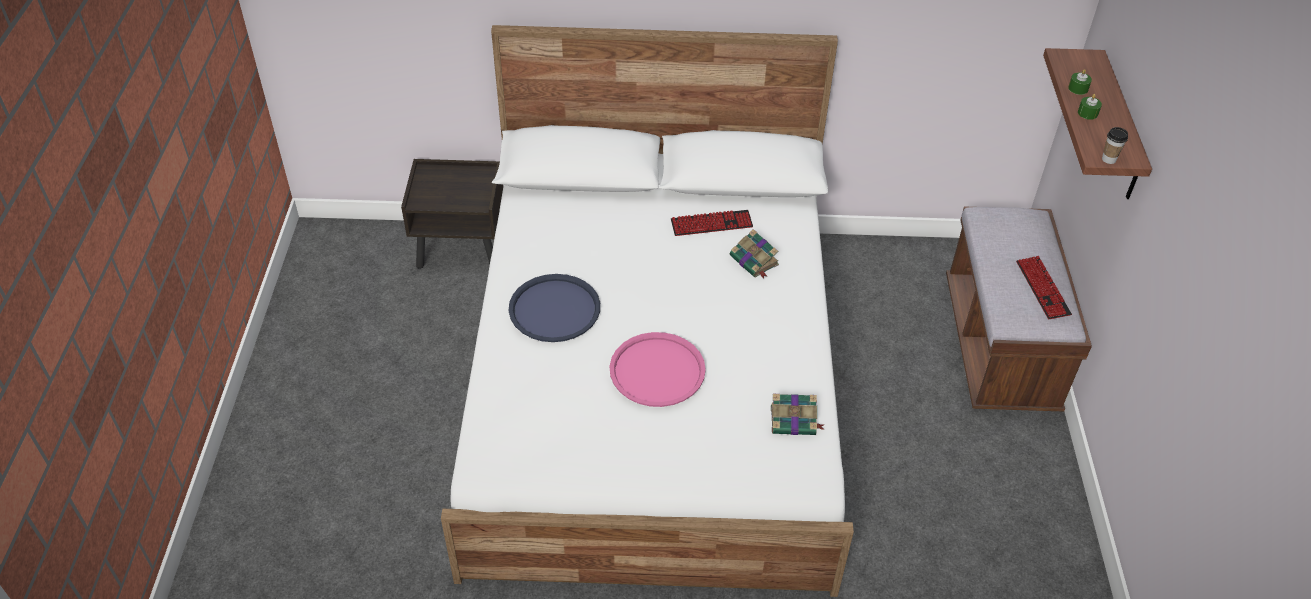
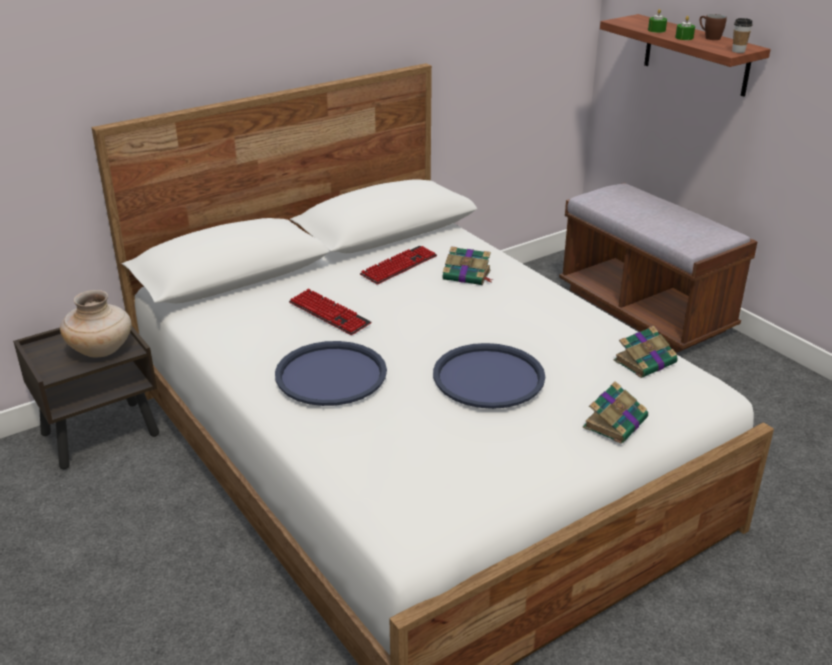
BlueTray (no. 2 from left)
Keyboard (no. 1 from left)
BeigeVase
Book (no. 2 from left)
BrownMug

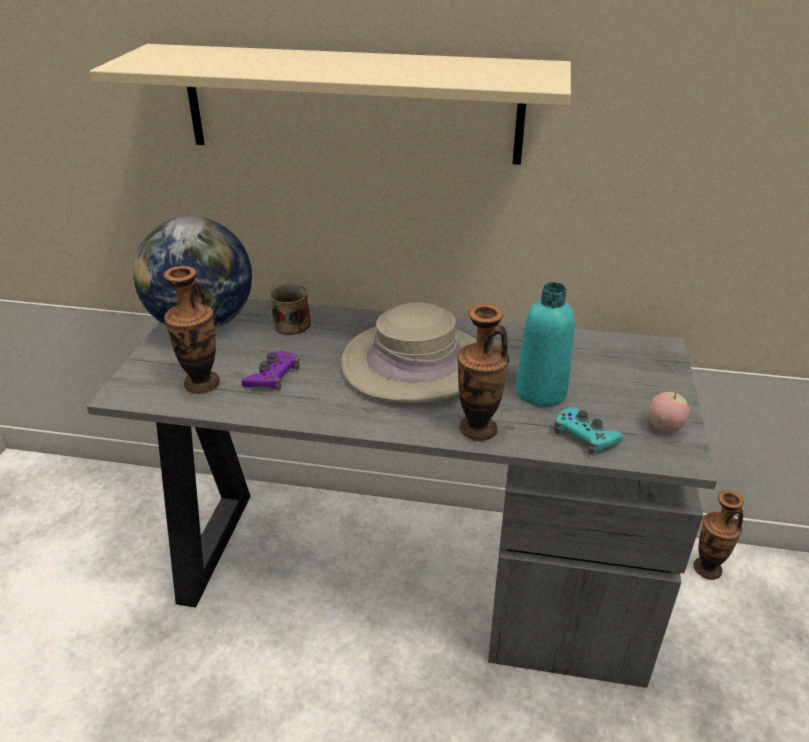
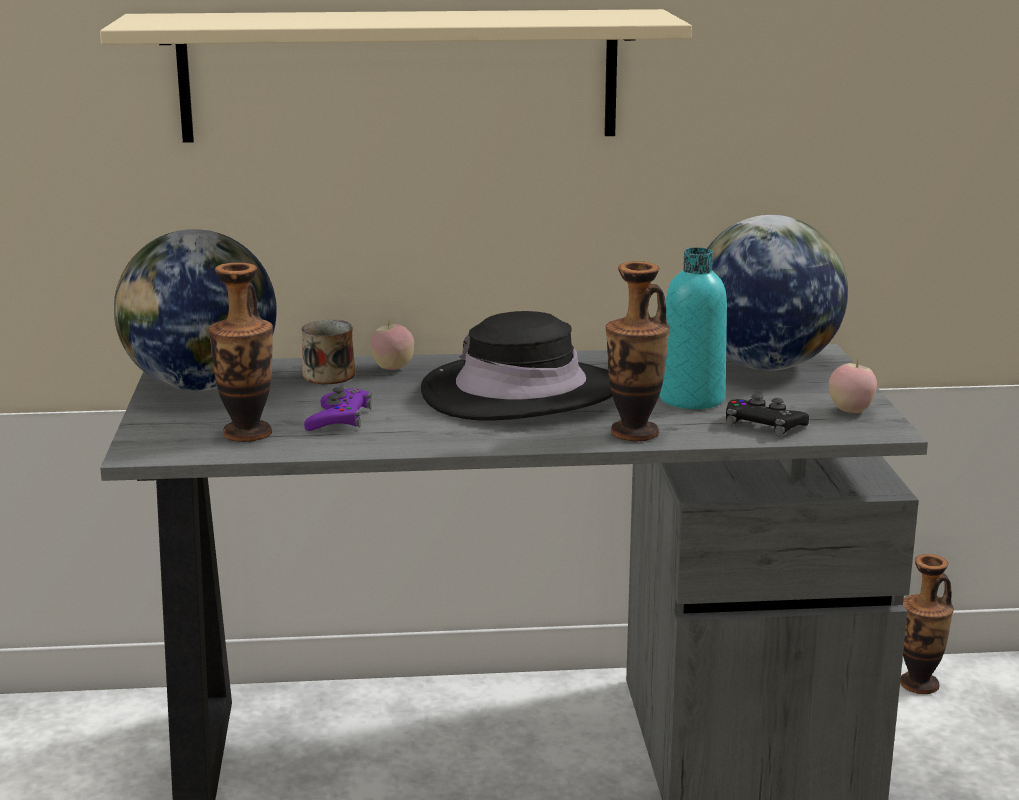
BlackHat
BlackGameController
Apple (no. 1 from left)
Globe (no. 2 from left)

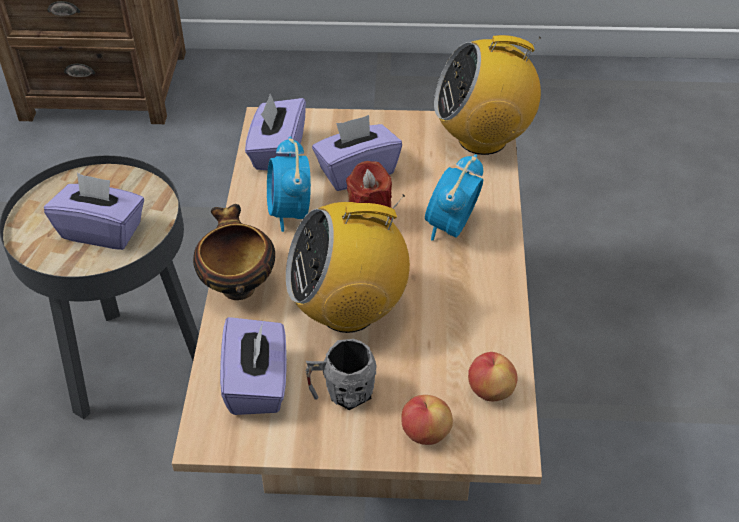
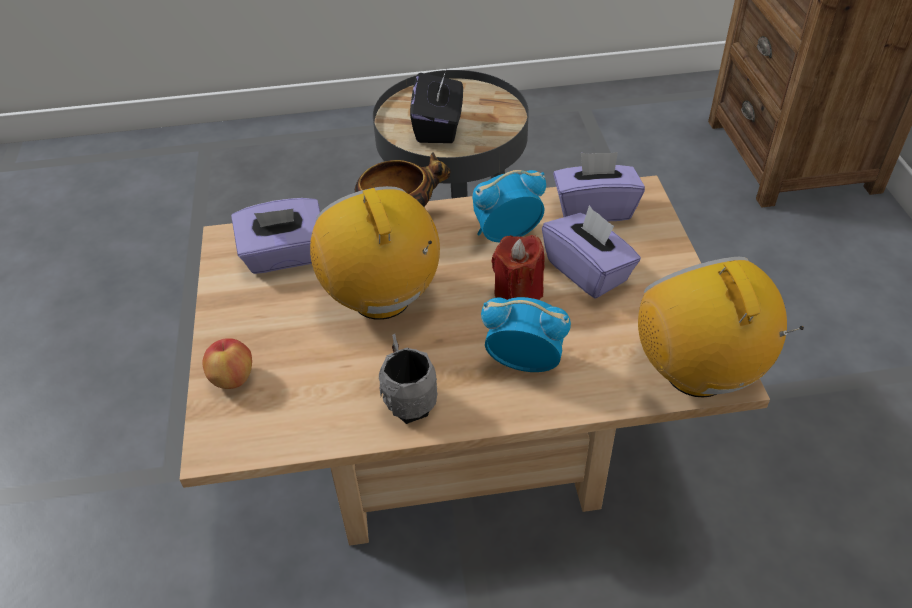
BlackTissueBox
GreyMug
Apple (no. 2 from left in the first image)

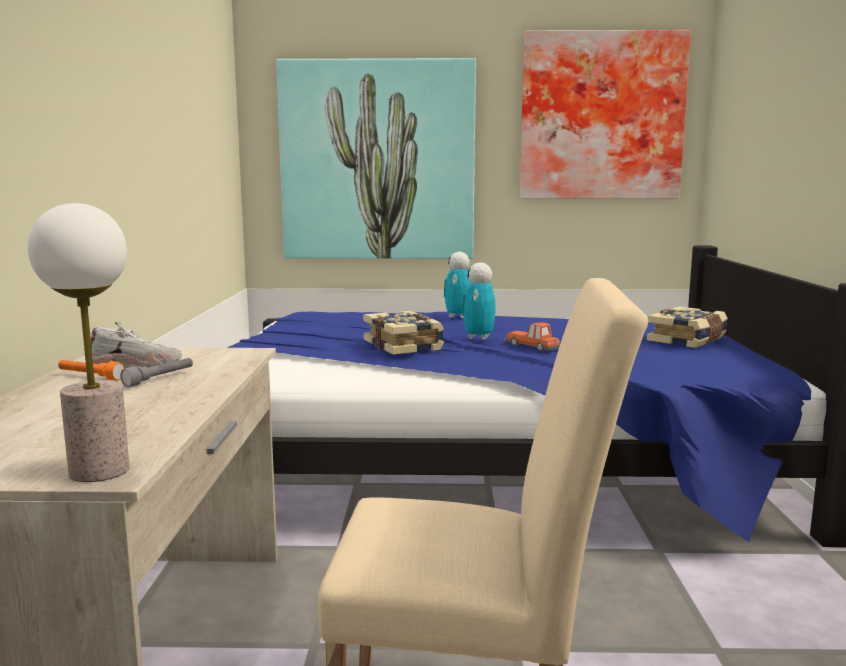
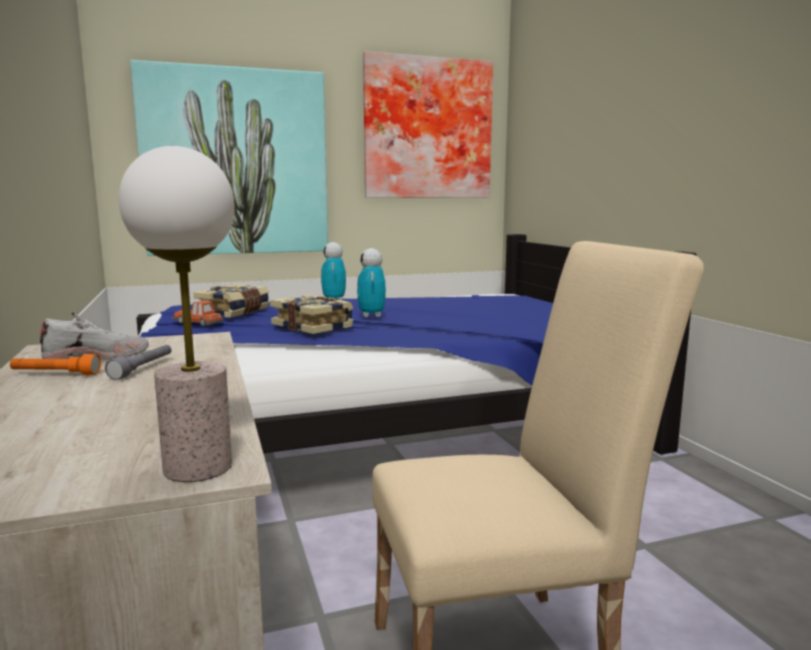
ToyCar
Book (no. 1 from left)

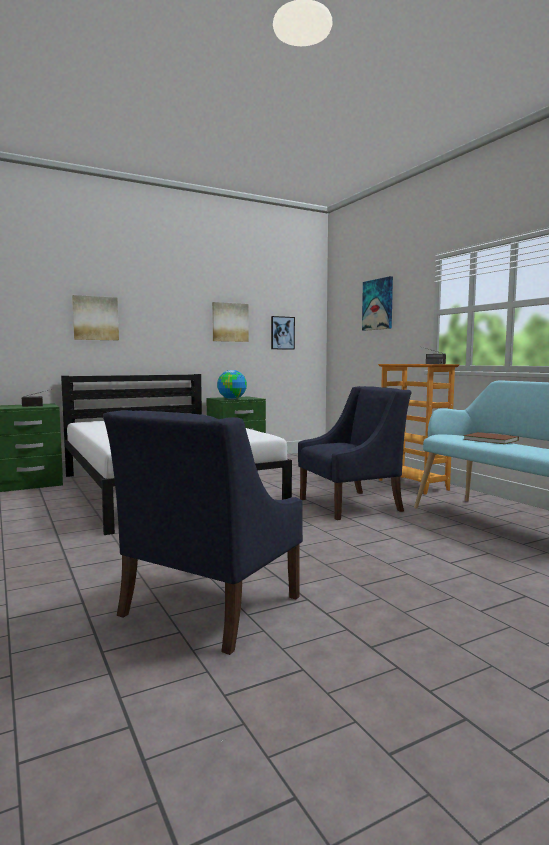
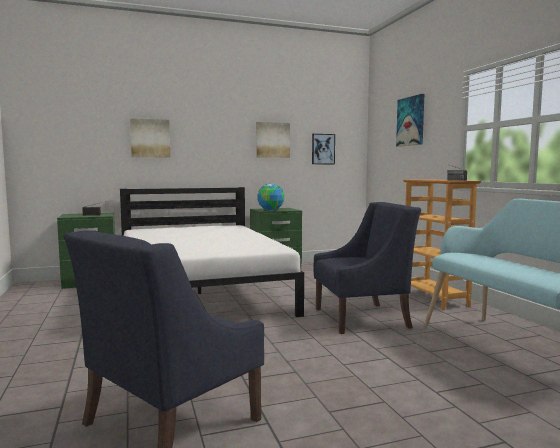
BrownBook

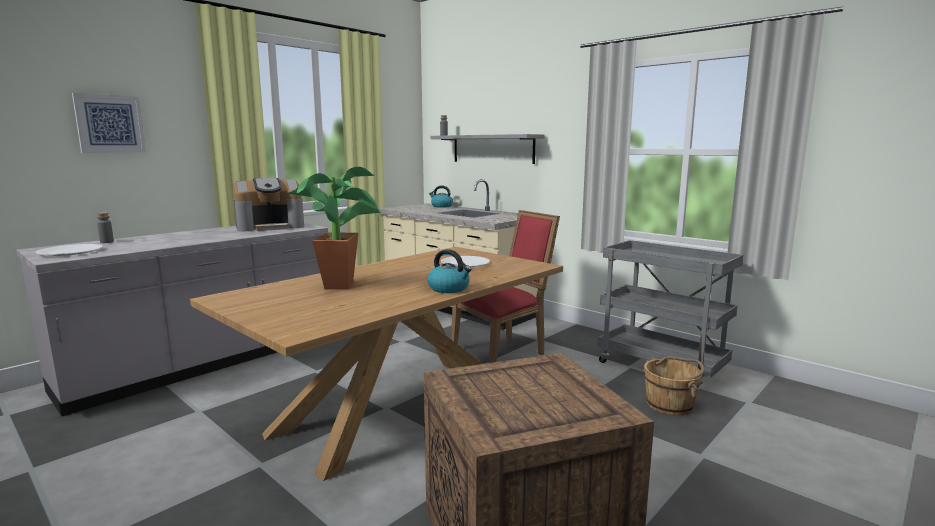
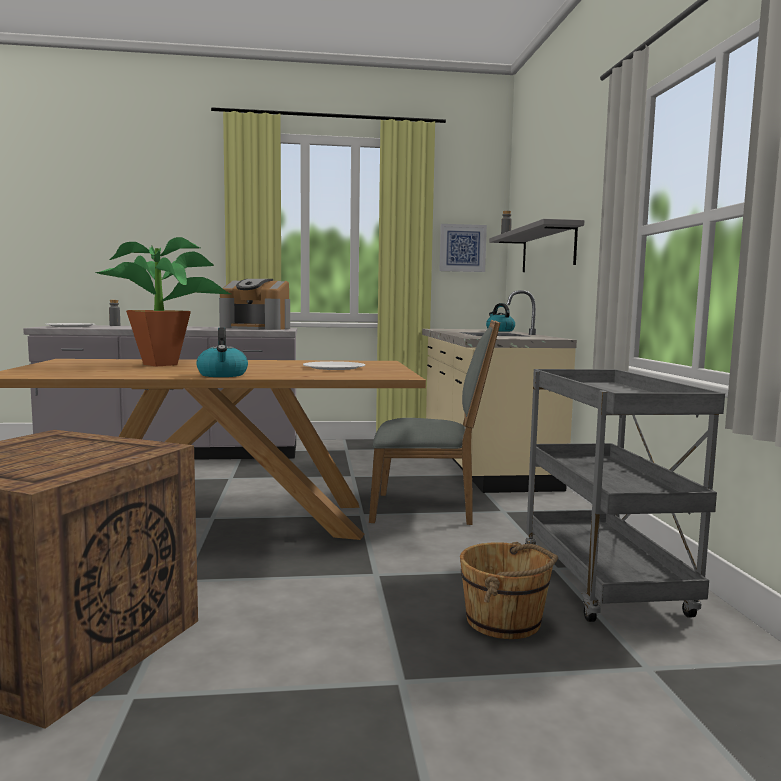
Picture
GreyChair

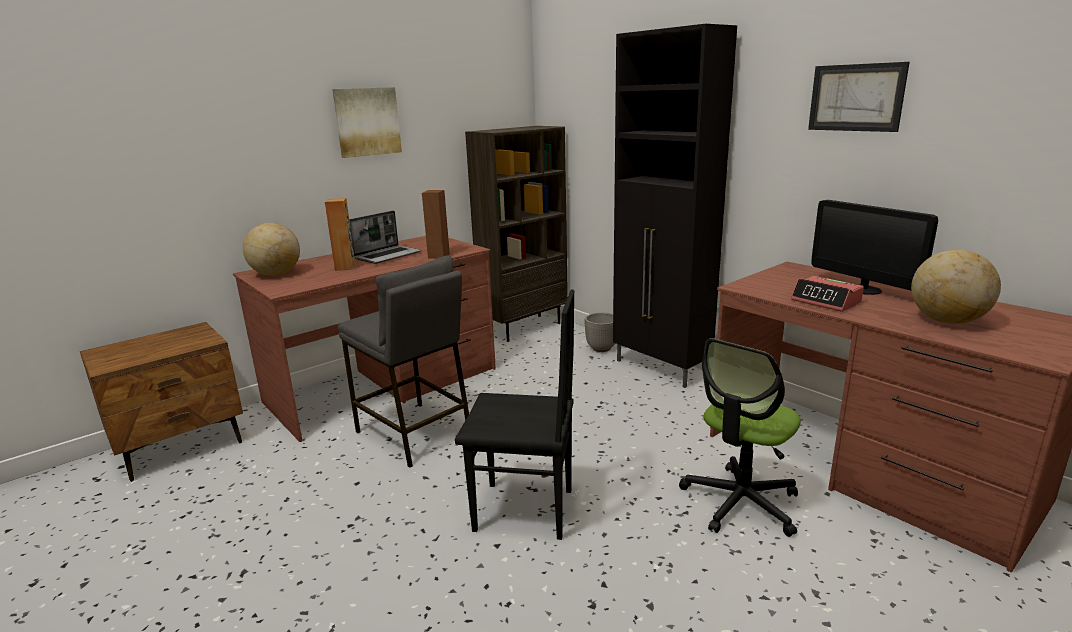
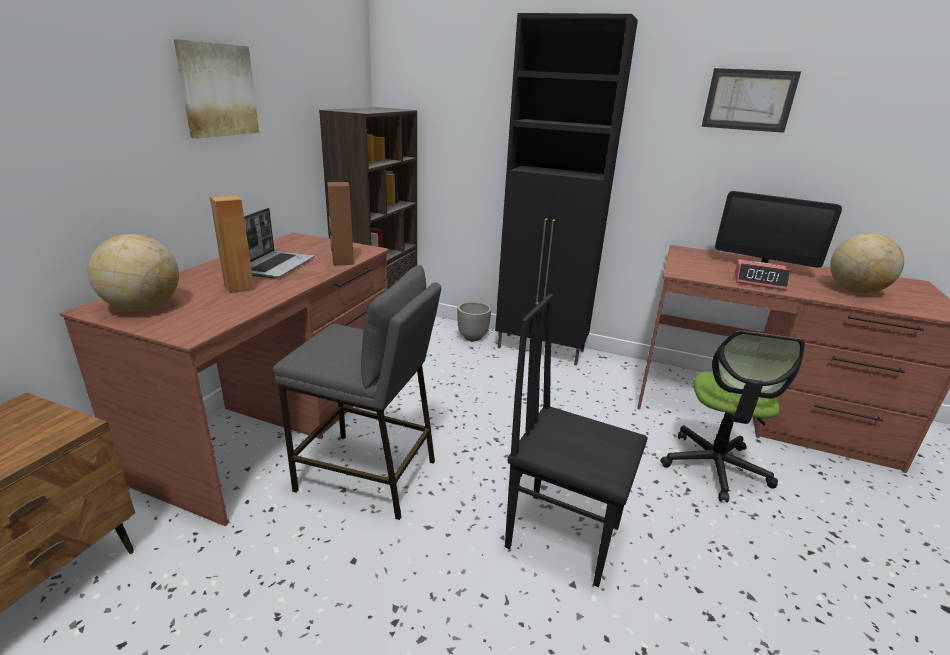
BlackChair

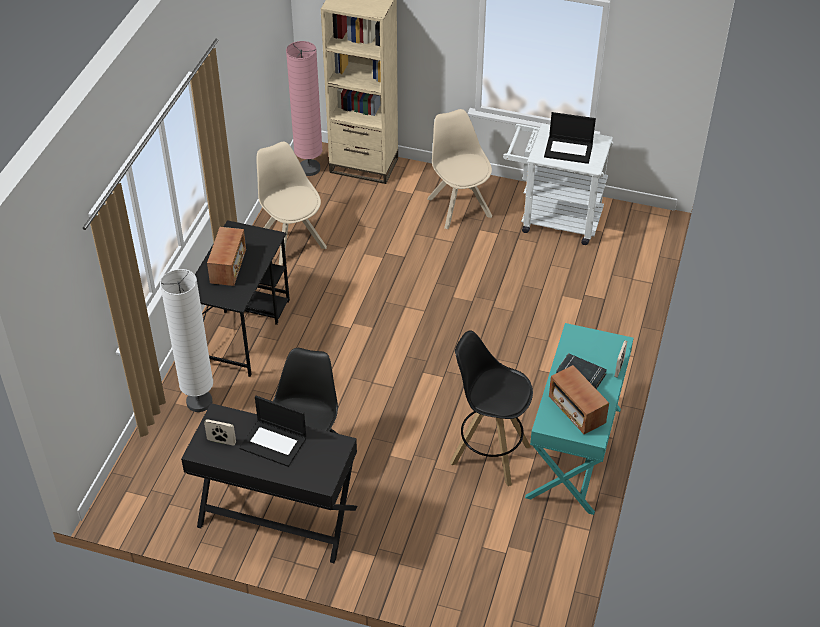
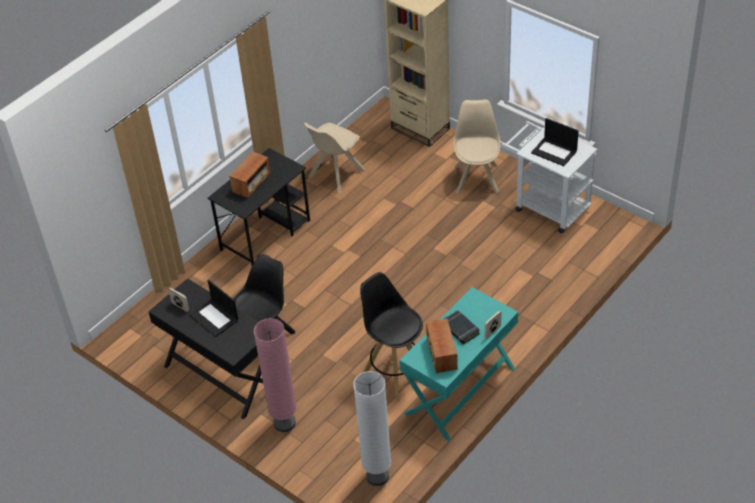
WhiteFloorLamp
BeigeChair (no. 1 from left)
PinkFloorLamp

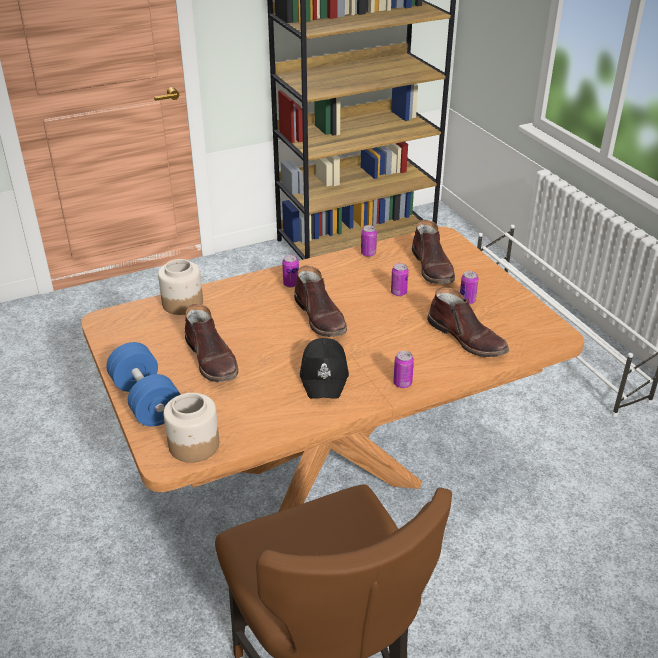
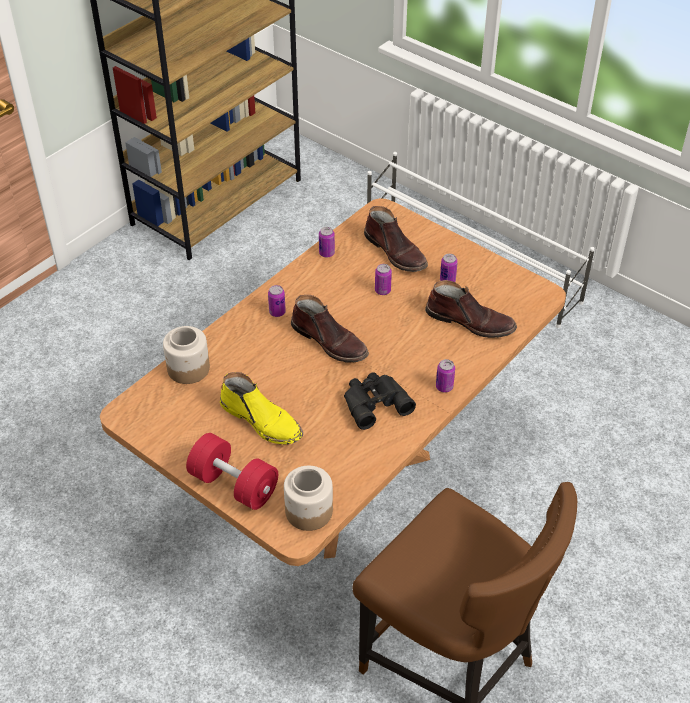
RedDumbbell
YellowBoot
BlackBinoculars

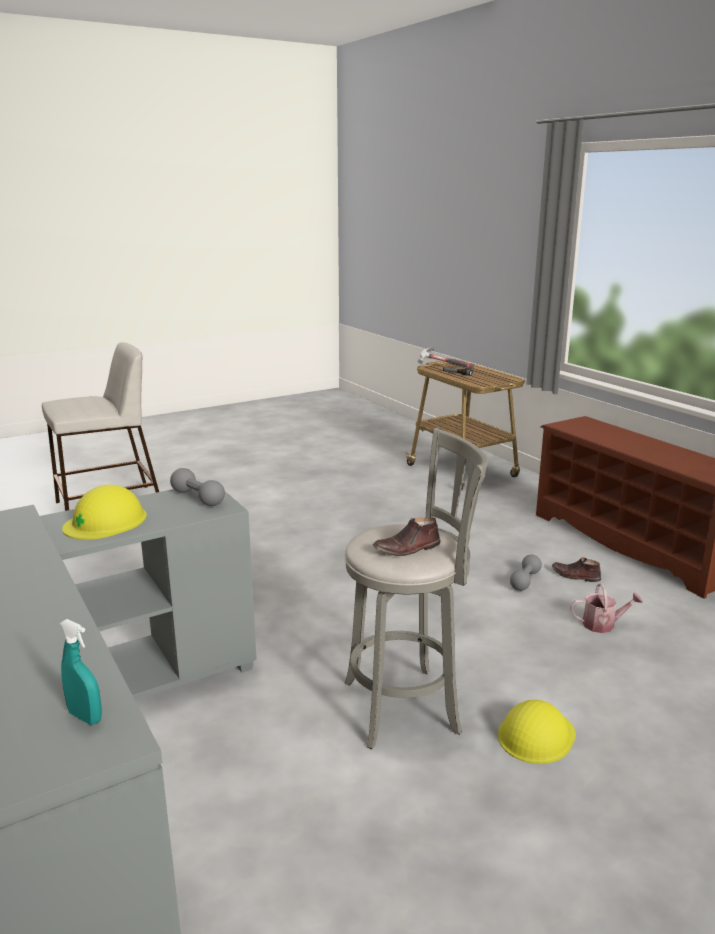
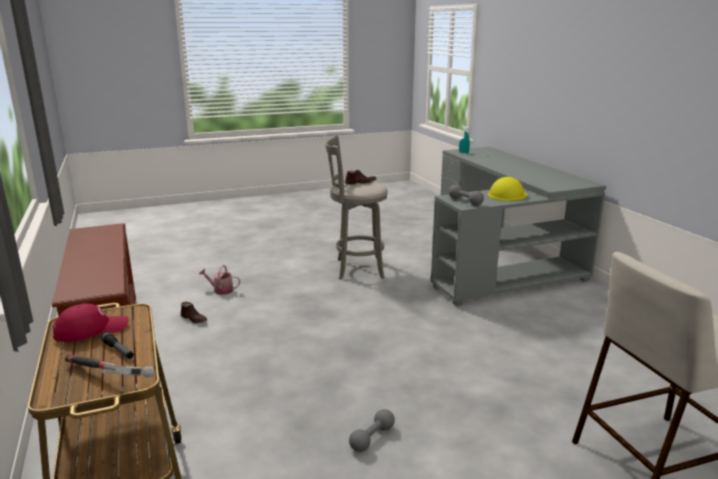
YellowHardHat (no. 2 from left in the first image)
GreyDumbbell (no. 1 from left)
RedCap

